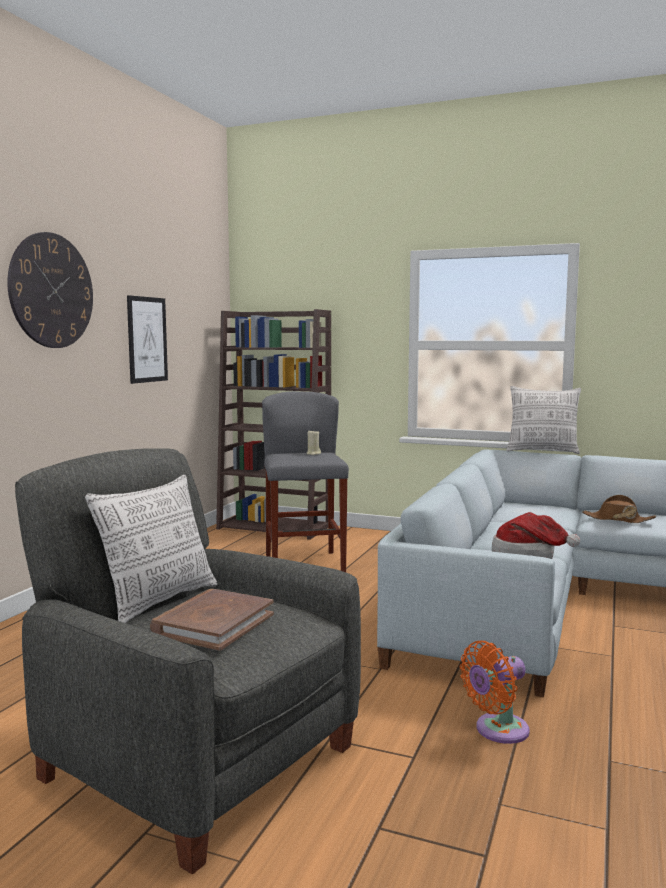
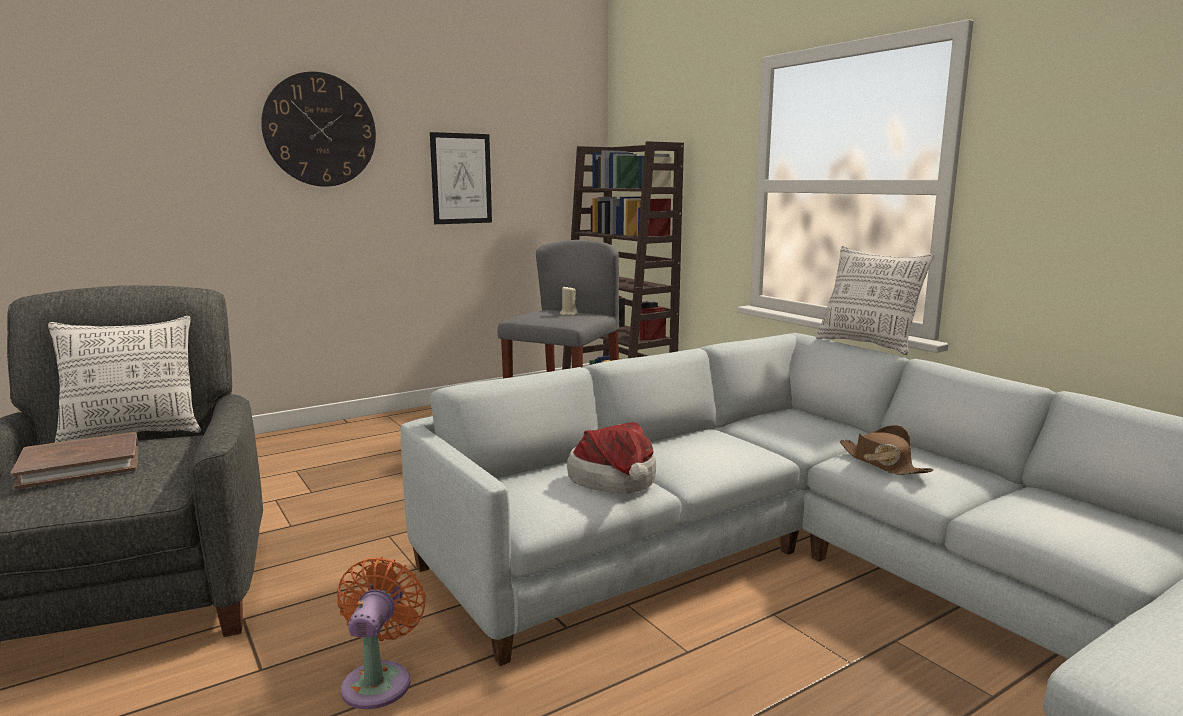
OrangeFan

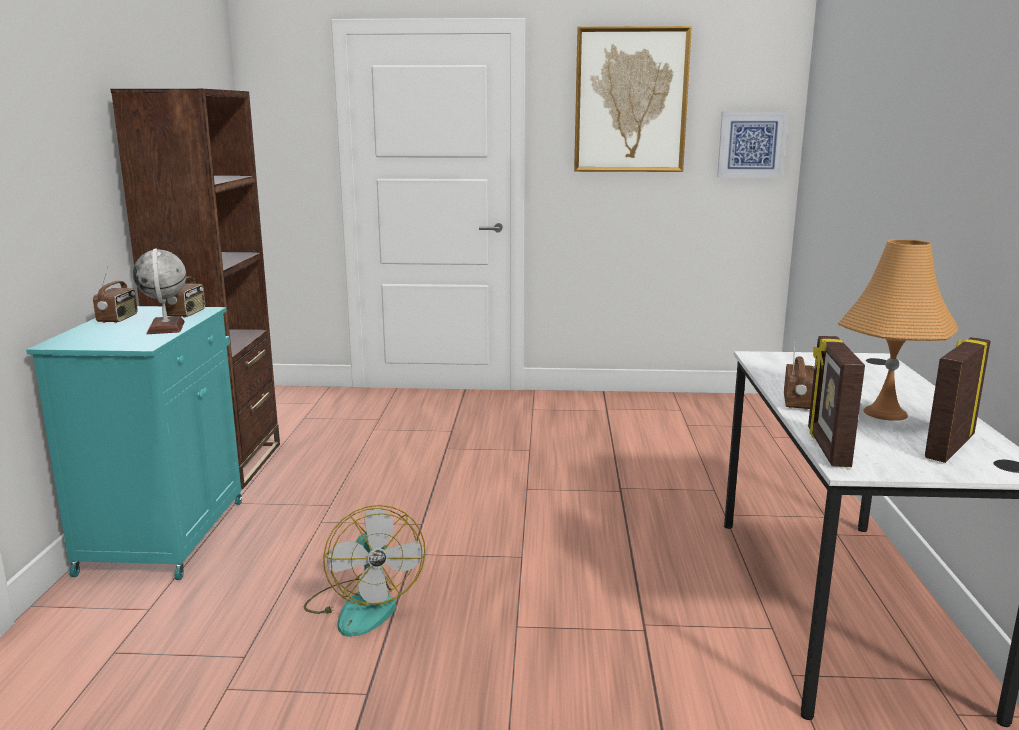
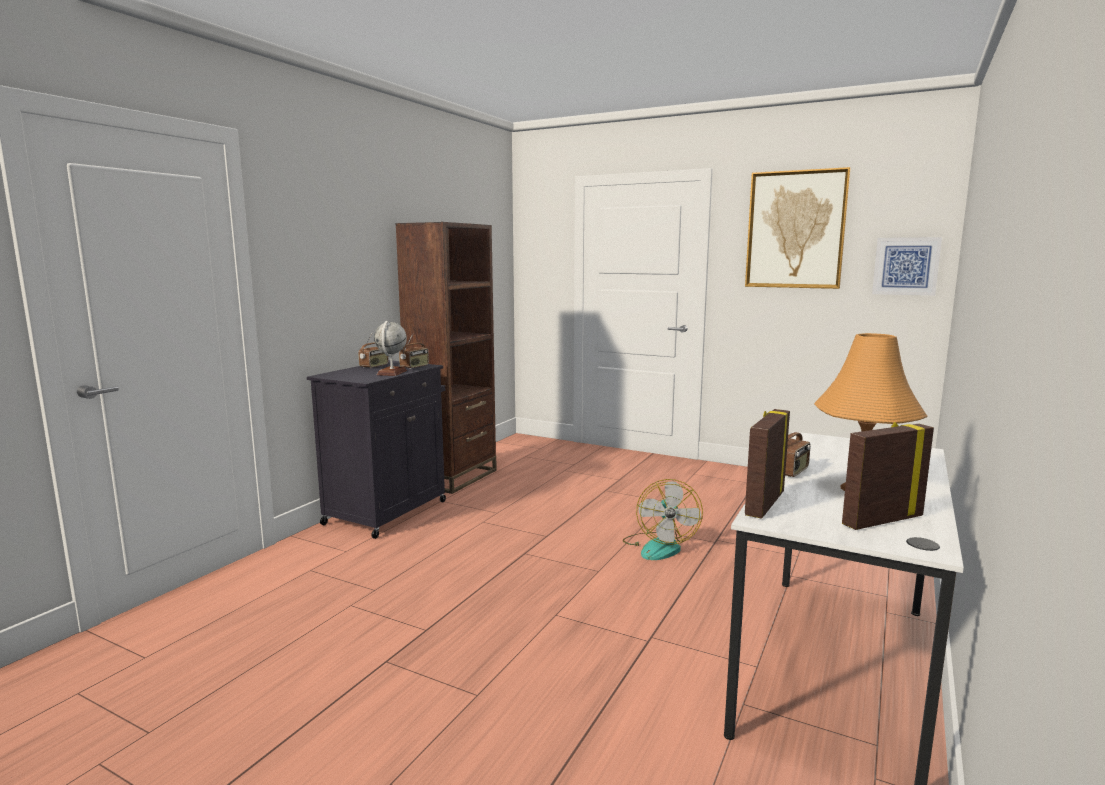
BlackCabinet
Fan

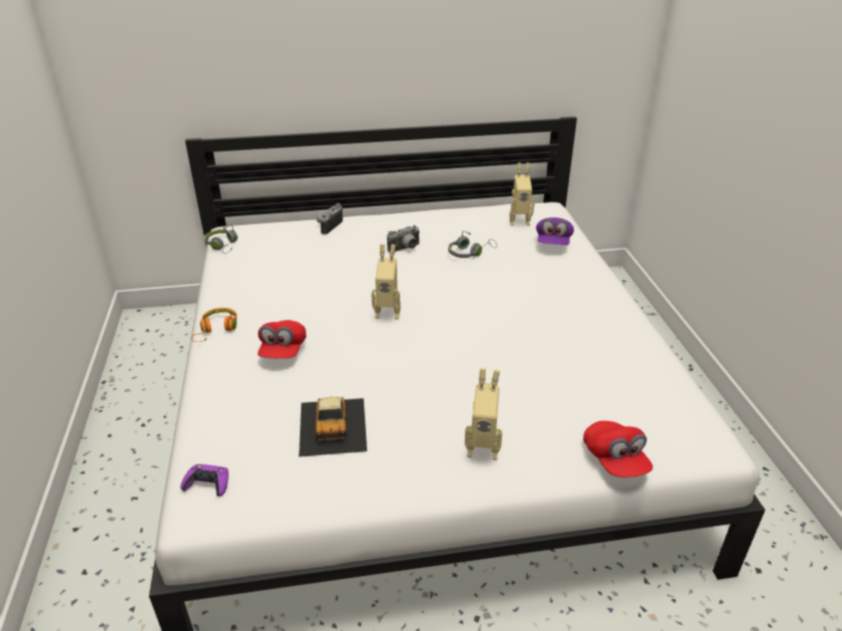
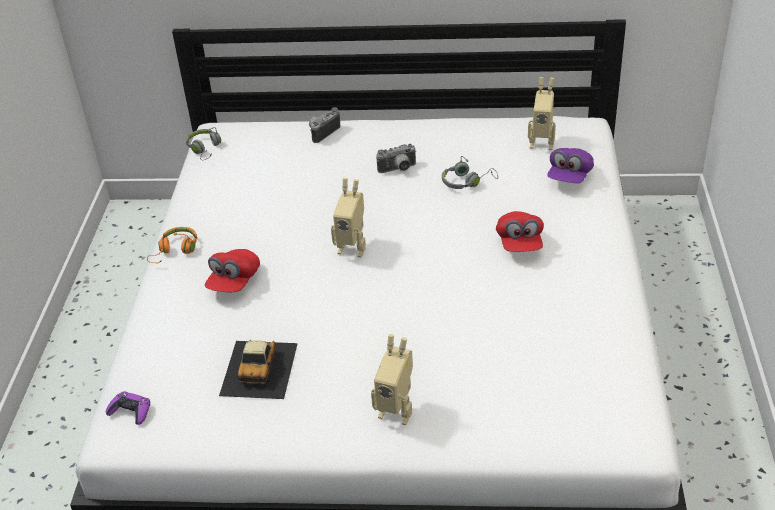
RedCap (no. 2 from left)

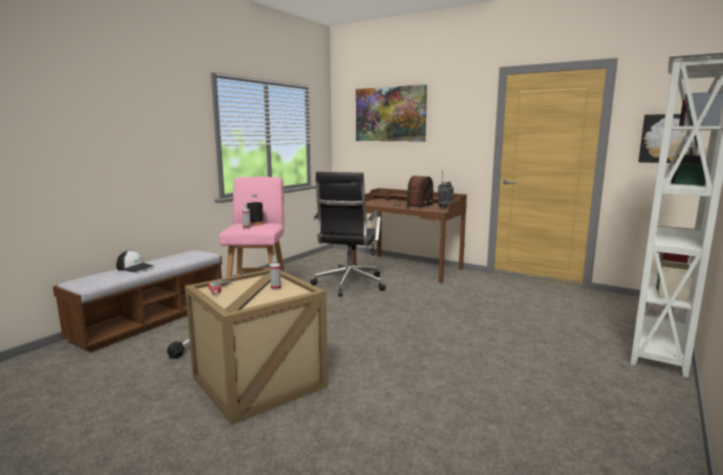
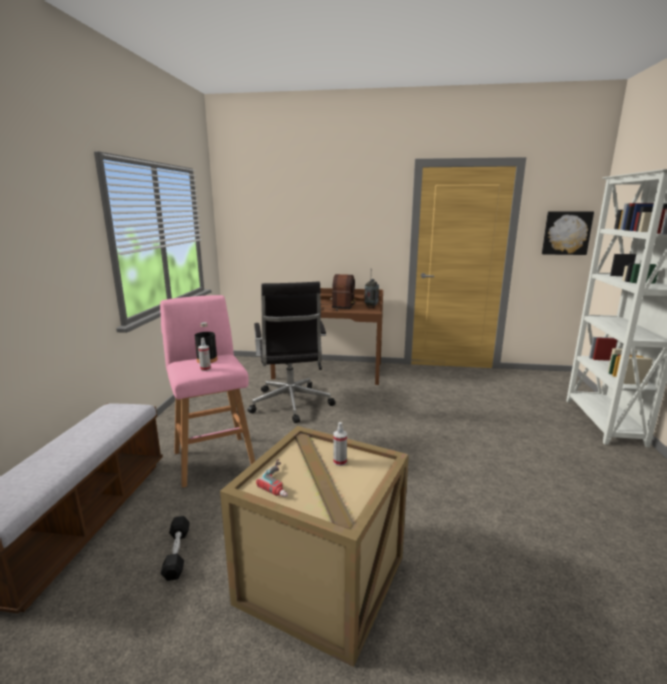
Cap
Picture (no. 1 from left in the first image)

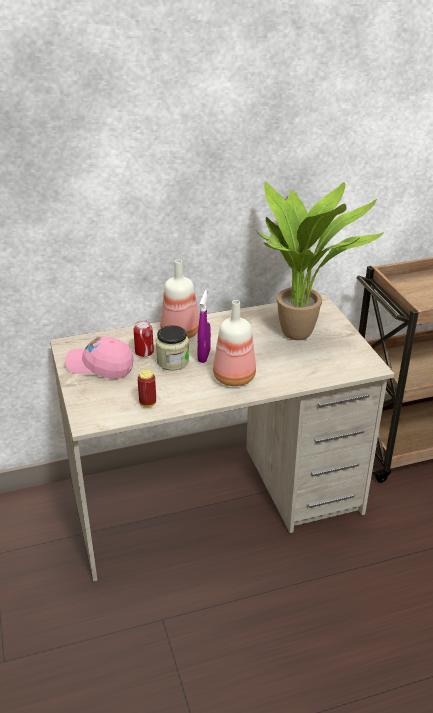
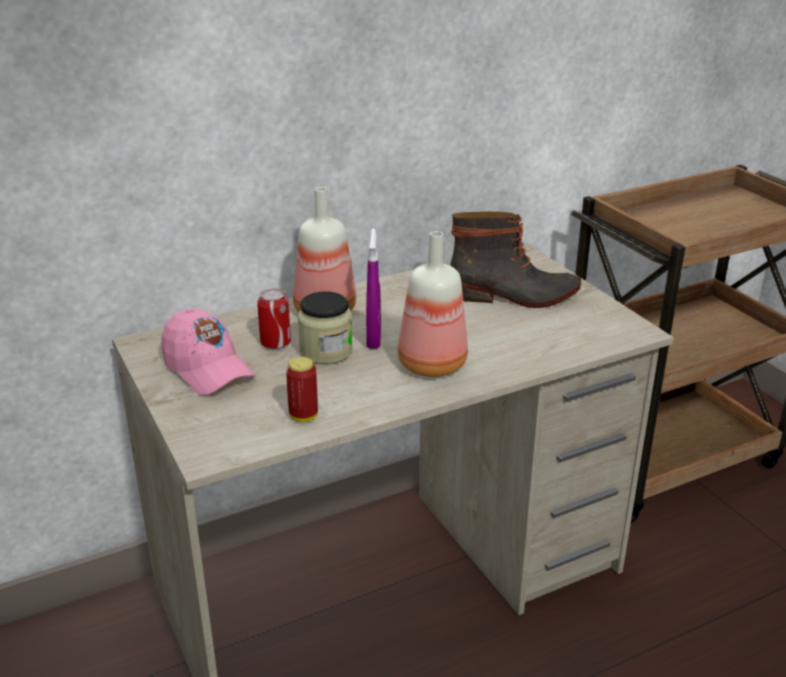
PinkCap
Boot

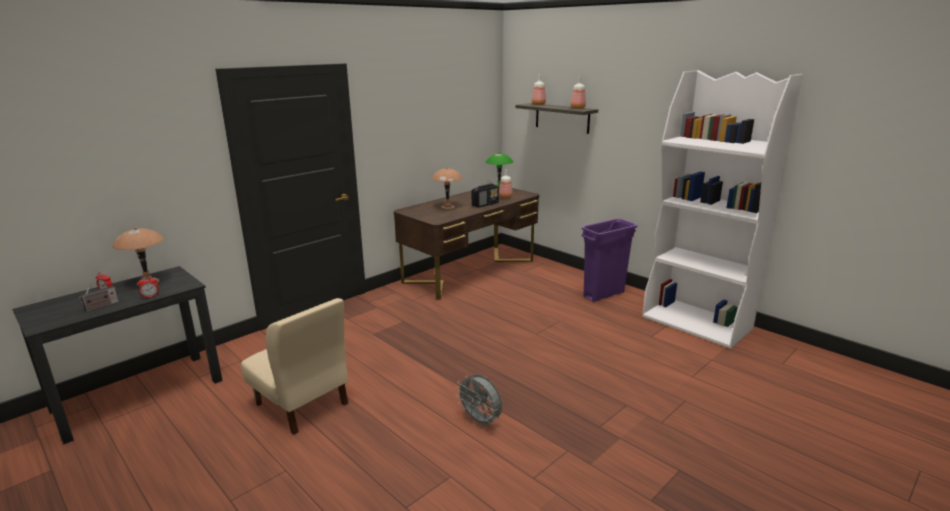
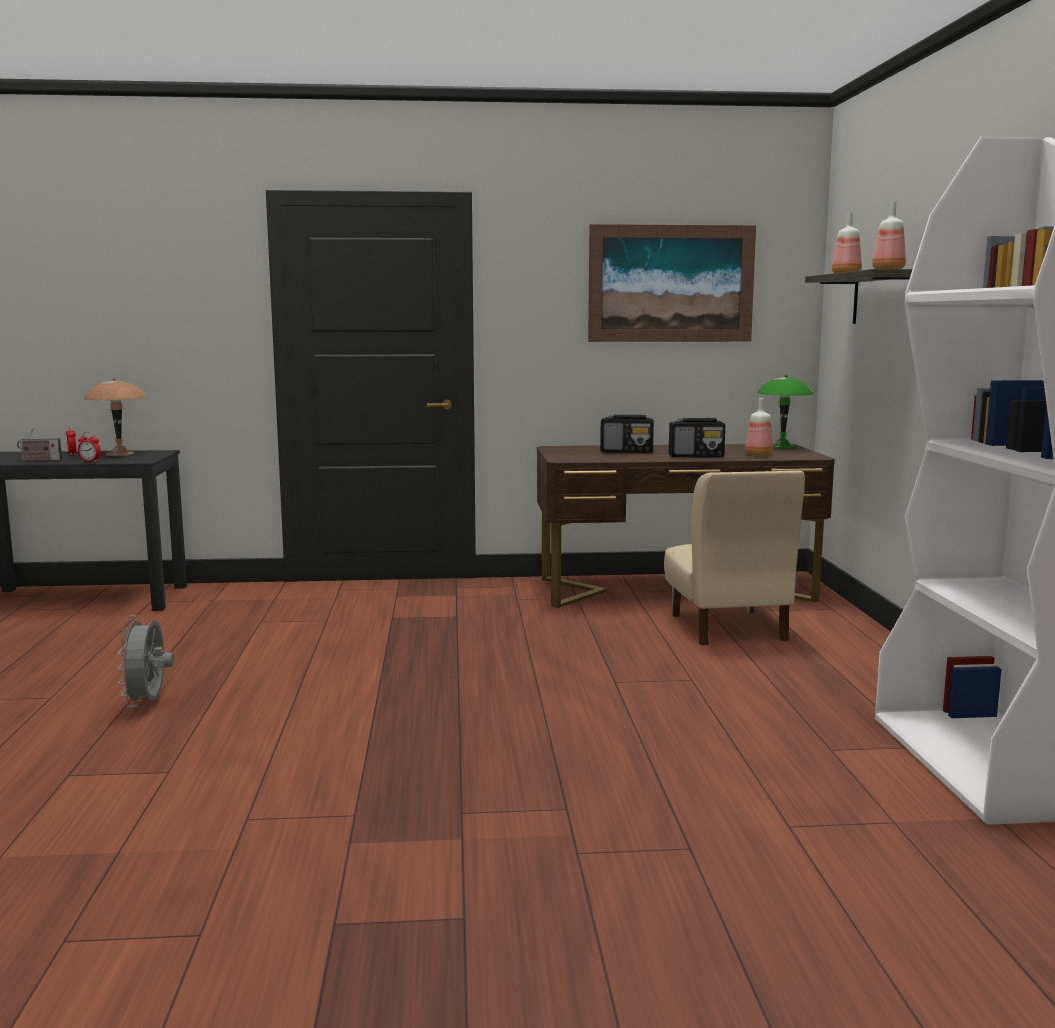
BeigeChair
Radio (no. 2 from left)
GreyFan
PurpleTrashCan
Picture

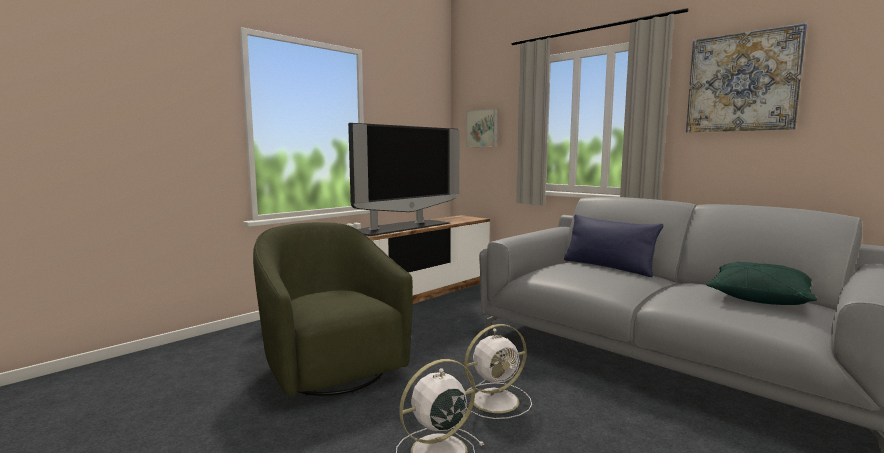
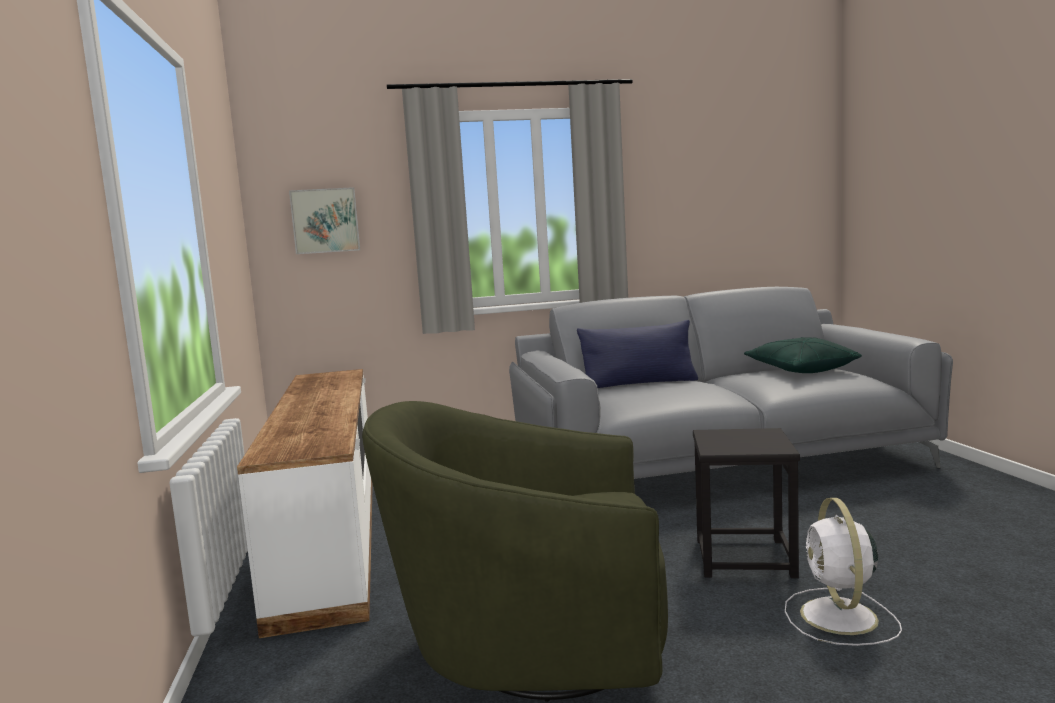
Television
BlackStool
Picture (no. 2 from left in the first image)

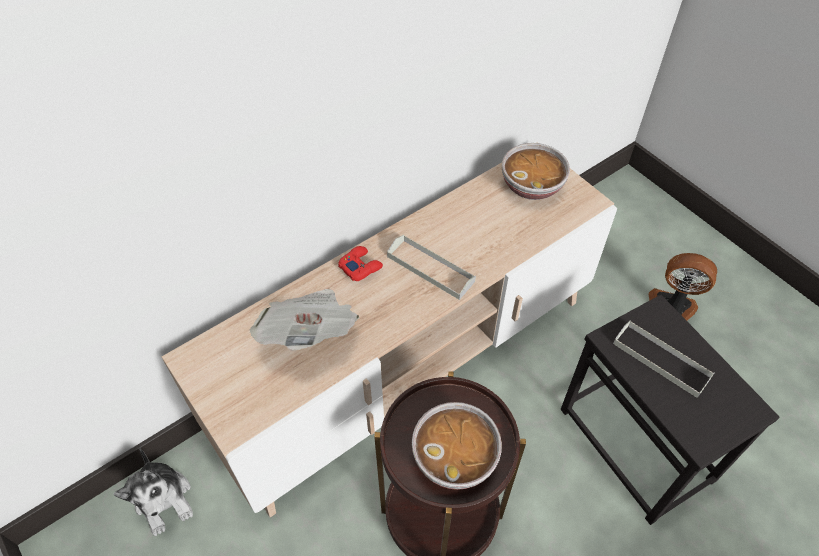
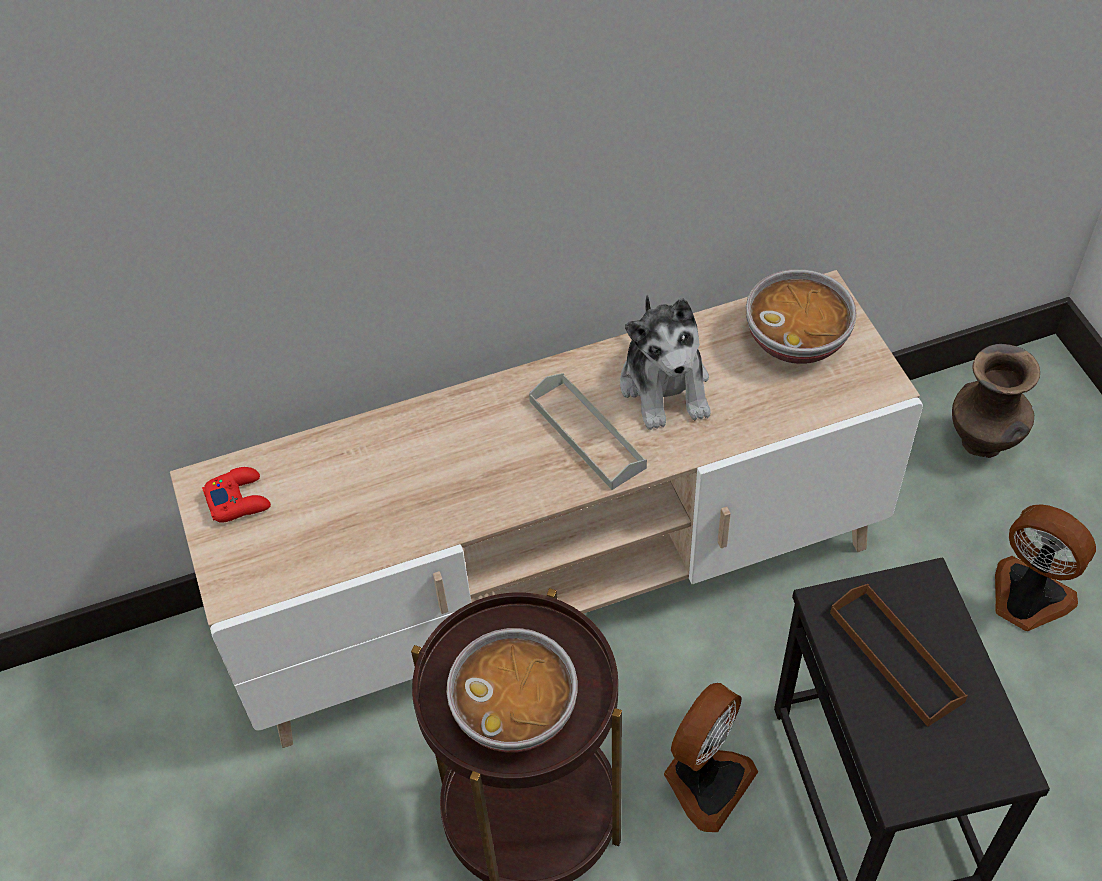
PlushToy
Newspaper
RedGameController
BrownTray
Fan (no. 1 from left)
BrownVase

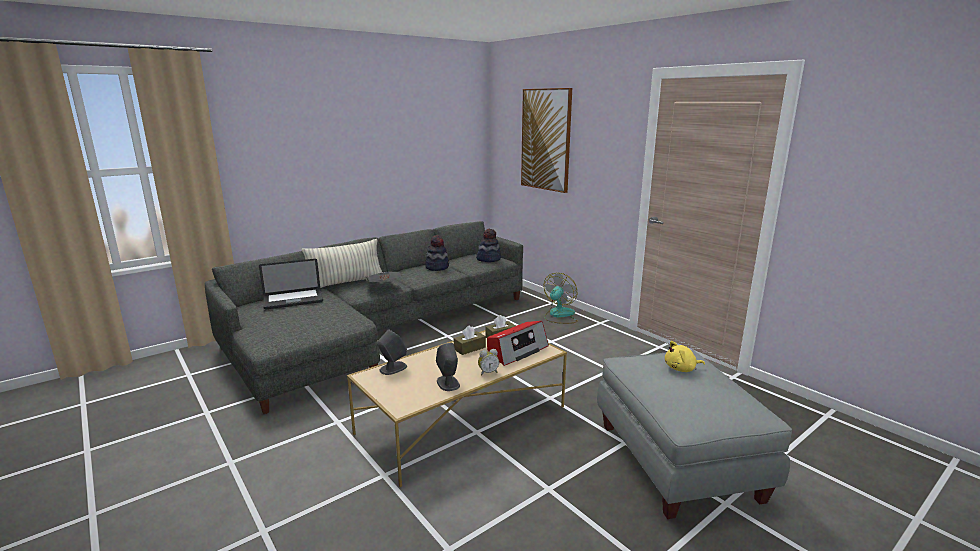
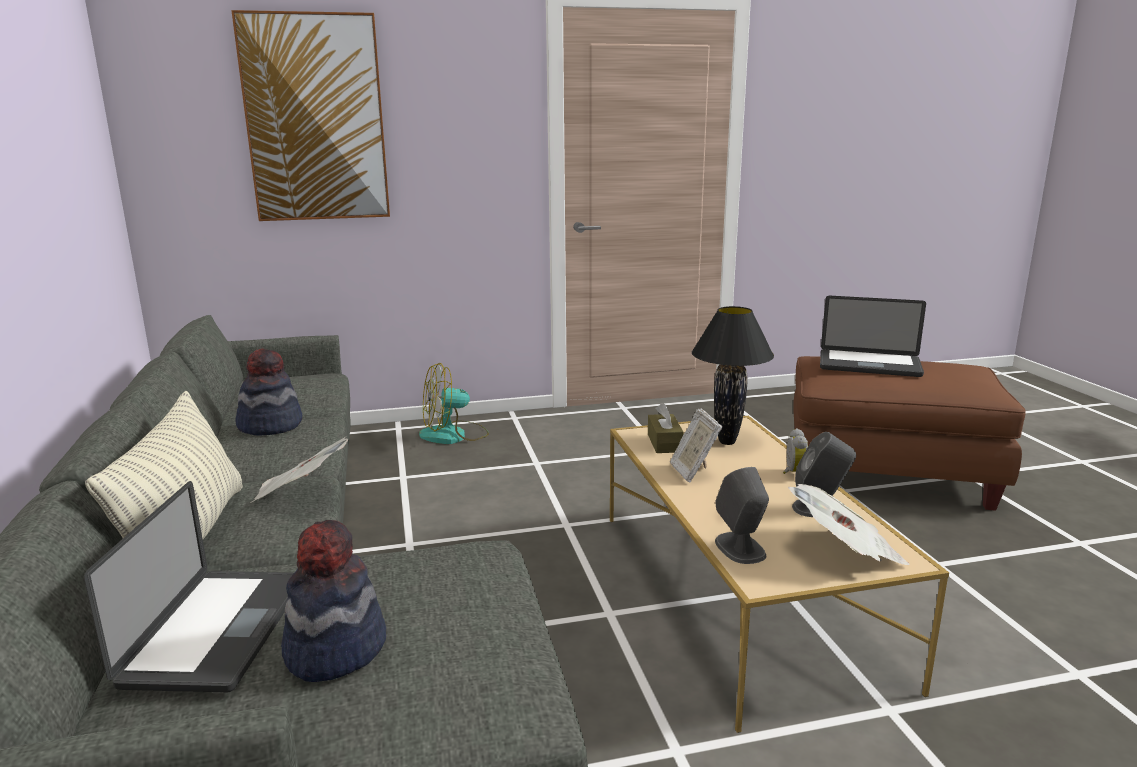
PictureFrame
Hat (no. 2 from left)
BlackTableLamp
Fan
BrownOttoman
Laptop (no. 2 from left)
Newspaper (no. 2 from left)

